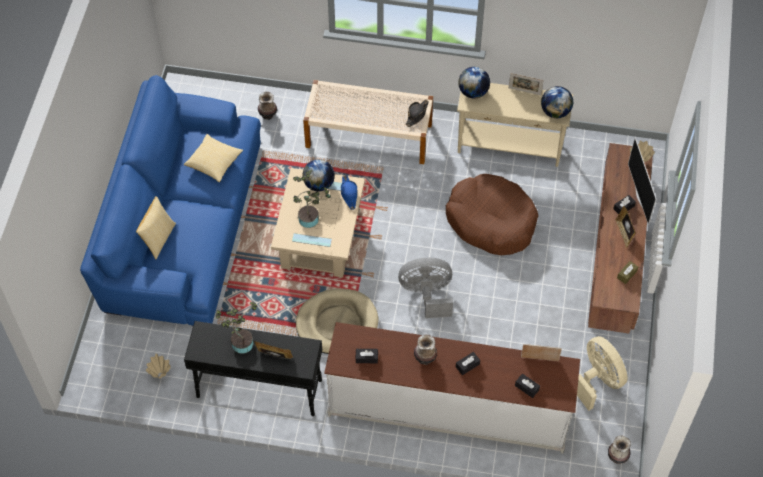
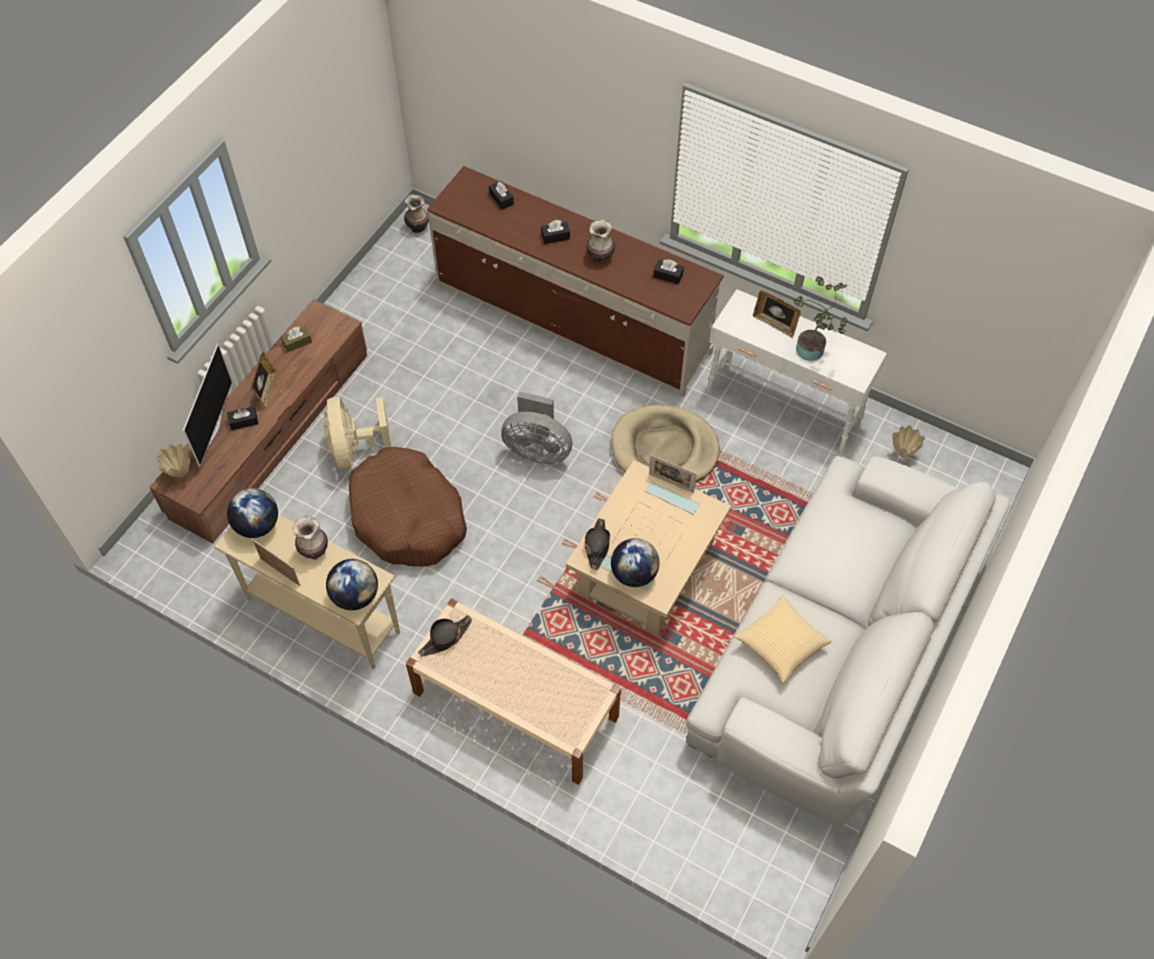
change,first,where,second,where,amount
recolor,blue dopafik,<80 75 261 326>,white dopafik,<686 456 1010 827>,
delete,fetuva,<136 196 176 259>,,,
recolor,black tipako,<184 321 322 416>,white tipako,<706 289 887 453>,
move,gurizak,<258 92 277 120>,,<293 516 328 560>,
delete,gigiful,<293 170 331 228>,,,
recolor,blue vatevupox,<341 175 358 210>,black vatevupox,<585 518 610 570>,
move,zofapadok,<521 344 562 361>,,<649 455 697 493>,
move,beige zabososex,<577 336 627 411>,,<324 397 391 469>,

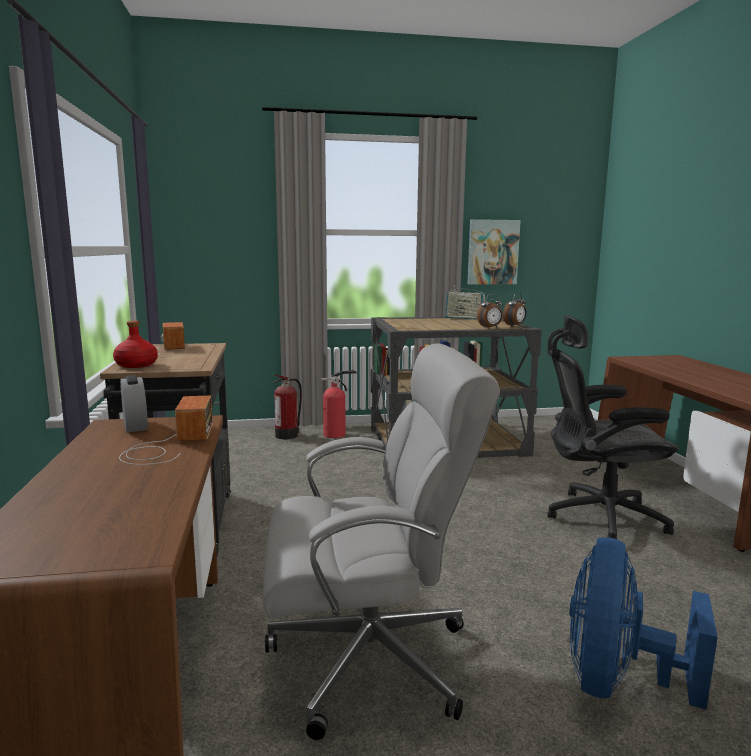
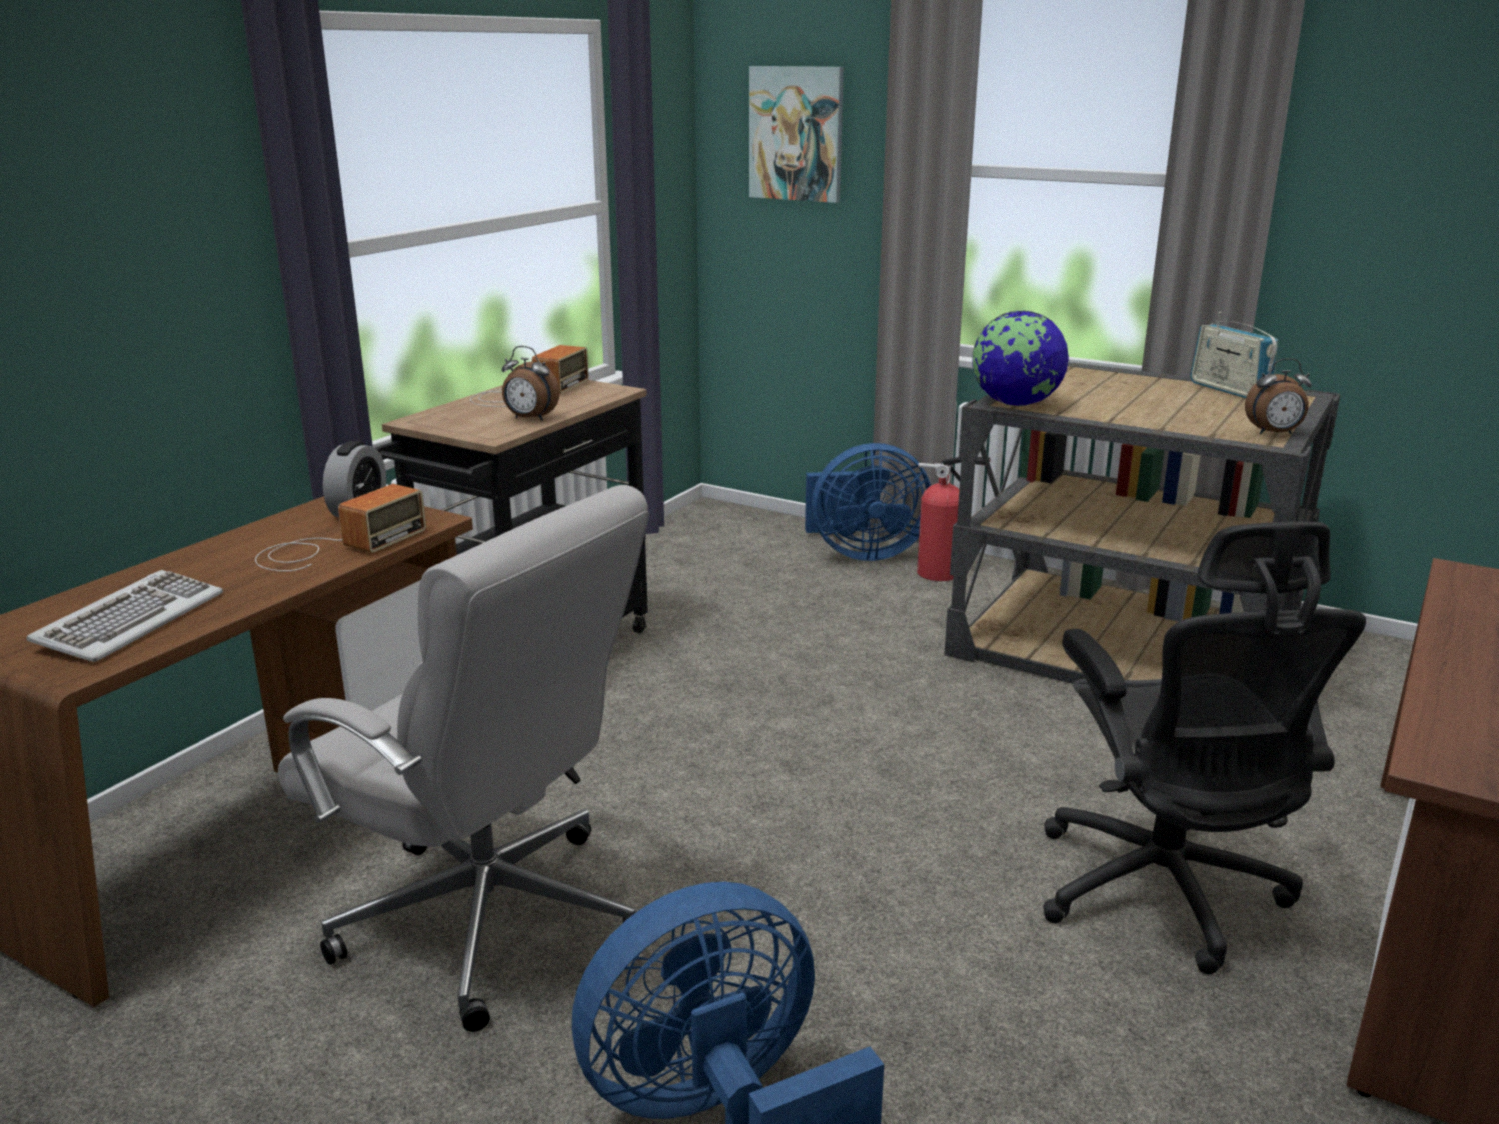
change,first,where,second,where,amount
delete,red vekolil,<113 321 158 368>,,,
replace,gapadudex,<273 375 302 439>,blue zabososex,<805 443 931 561>,
move,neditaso,<467 219 521 284>,,<749 66 844 203>,
move,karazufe,<477 294 503 328>,,<502 346 560 421>,
rotate,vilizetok,<547 315 679 539>,,<1044 522 1366 974>,135 degrees counterclockwise
insert,,,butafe,<26 570 223 662>,
insert,,,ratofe,<972 311 1069 406>,

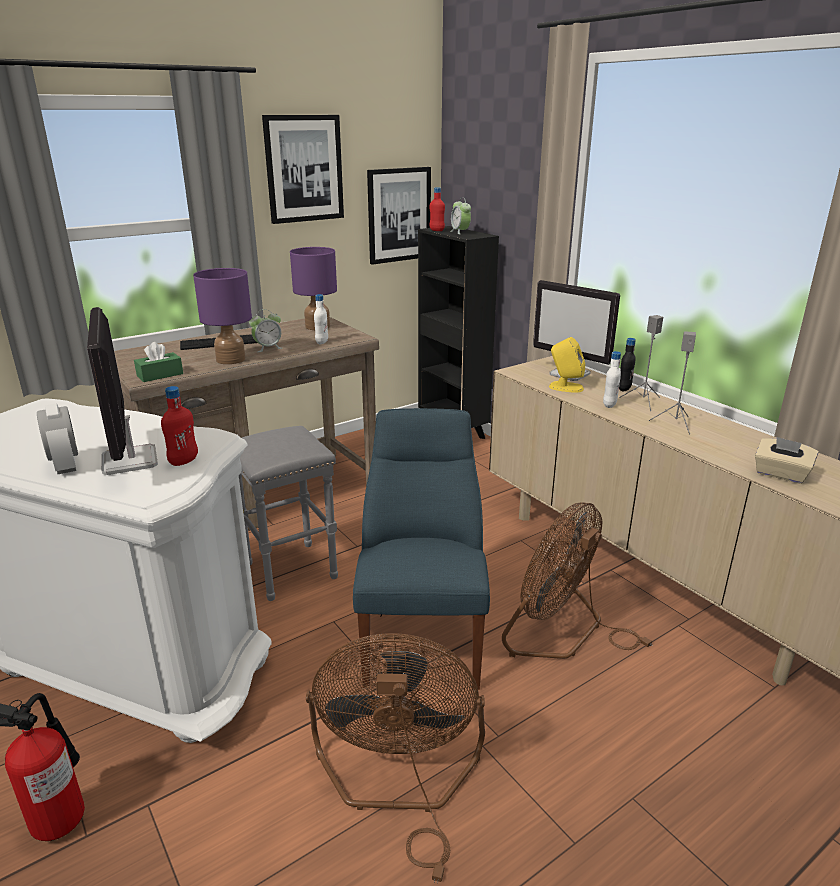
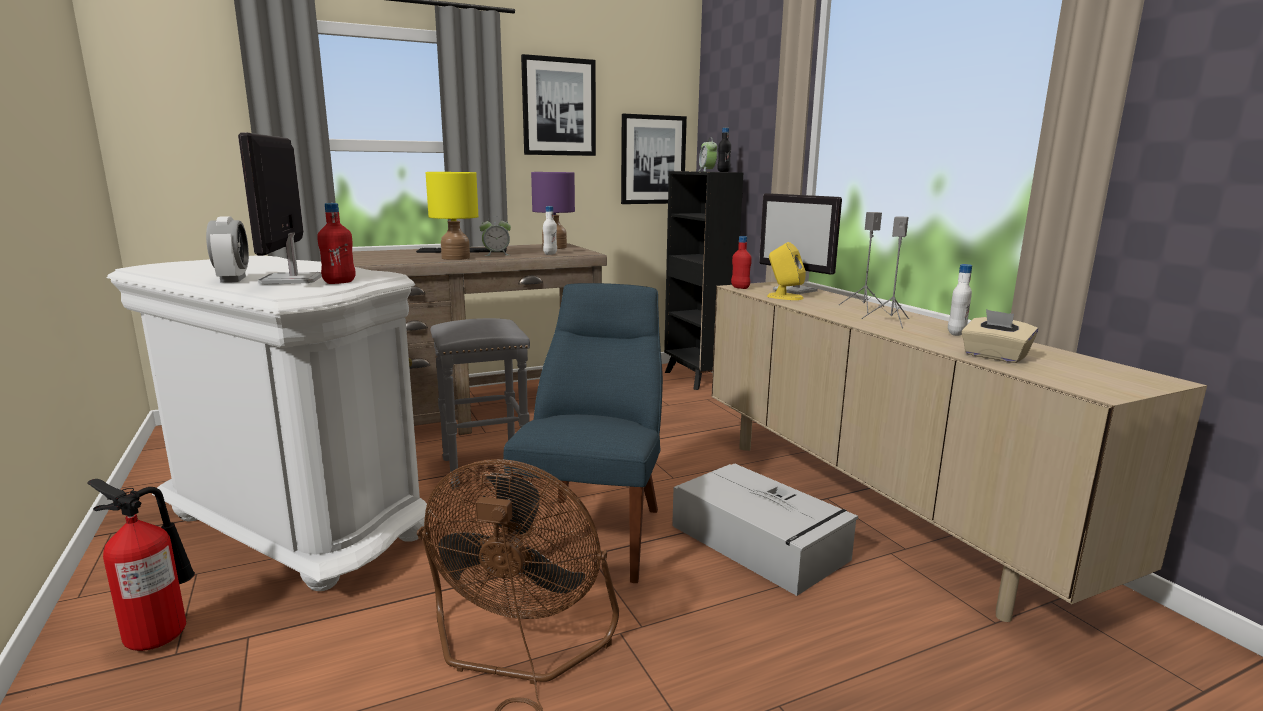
change,first,where,second,where,amount
delete,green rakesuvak,<134 342 183 382>,,,
recolor,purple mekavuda,<193 268 252 364>,yellow mekavuda,<425 172 478 260>,
move,red vekolil,<429 187 445 231>,,<731 236 752 289>,
replace,brown zabososex,<502 503 653 659>,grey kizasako,<672 463 858 596>,
move,white vekolil,<603 351 621 408>,,<948 264 972 336>,
move,black vekolil,<619 338 636 391>,,<717 128 731 172>,

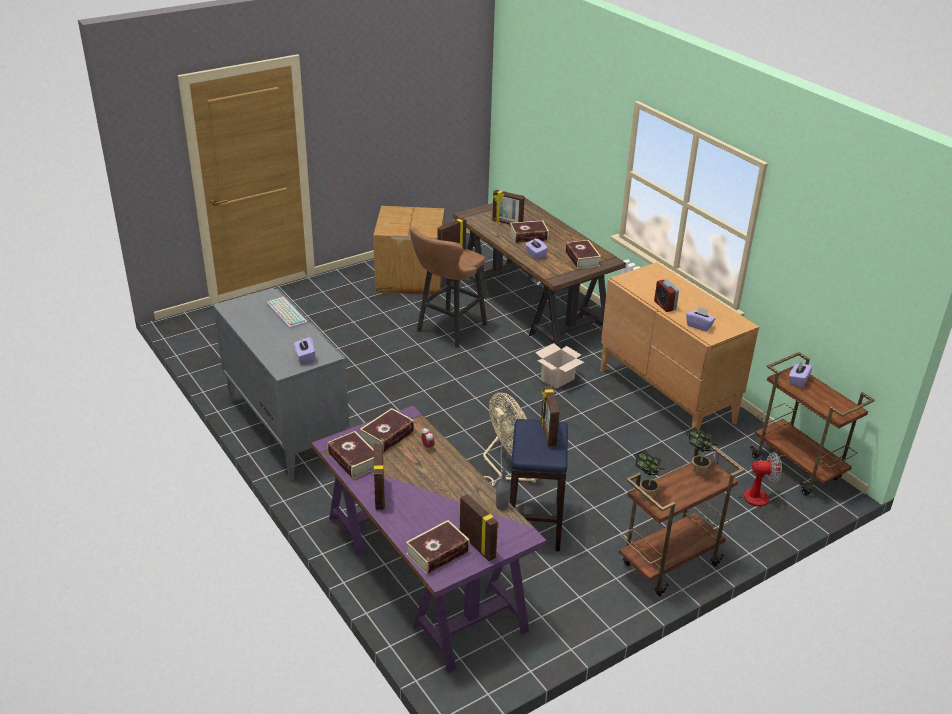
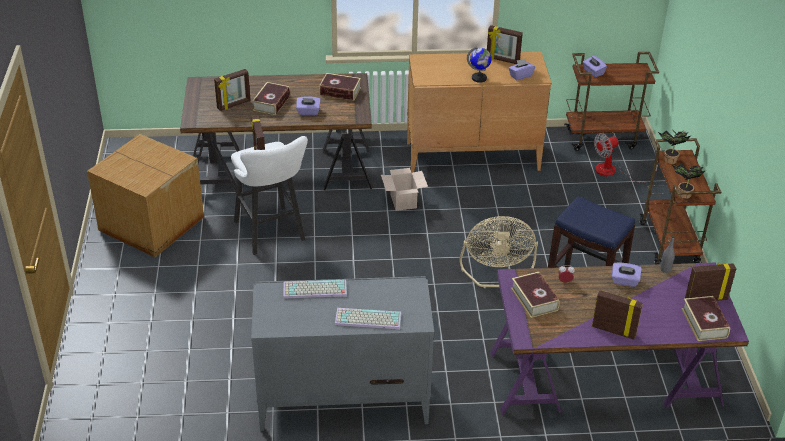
change,first,where,second,where,amount
move,purple rakesuvak,<294 337 315 364>,,<612 262 642 287>,
delete,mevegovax,<328 431 374 479>,,,
recolor,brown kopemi,<409 228 487 348>,white kopemi,<231 136 308 255>,
move,zofapadok,<541 386 559 447>,,<487 25 523 64>,
replace,karazufe,<654 279 679 312>,ratofe,<467 46 492 83>,
rotate,zabososex,<713 451 782 507>,,<594 133 658 183>,150 degrees counterclockwise
insert,,,butafe,<335 308 401 330>,

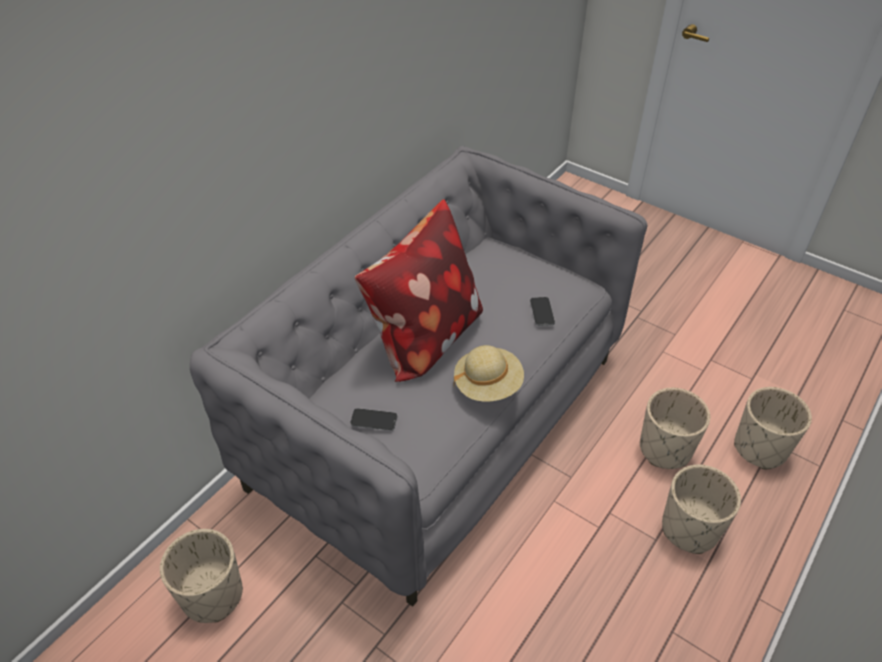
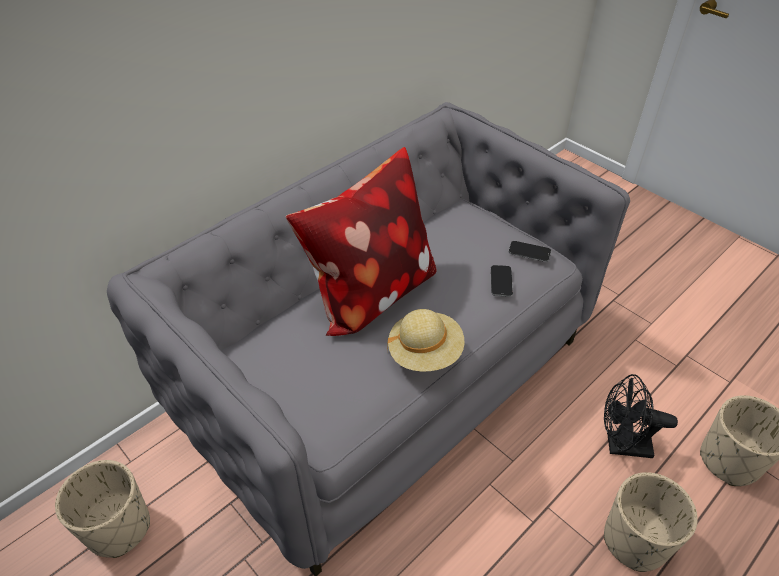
change,first,where,second,where,amount
move,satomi,<350 408 397 431>,,<509 241 551 262>,
replace,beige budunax,<640 388 710 469>,black zabososex,<604 374 678 458>,

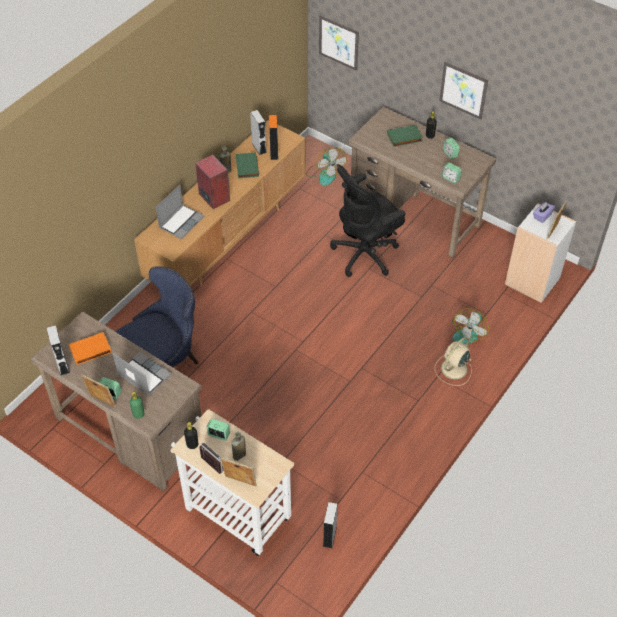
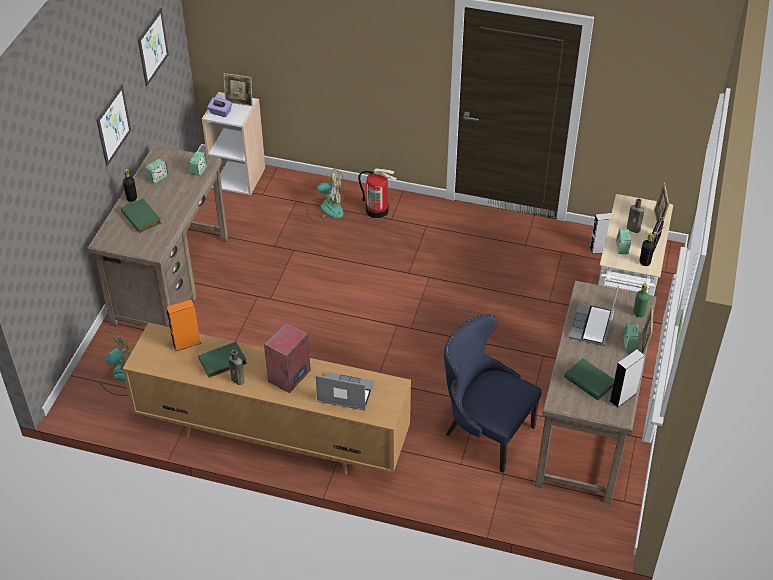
change,first,where,second,where,amount
recolor,orange mevegovax,<69 332 112 365>,green mevegovax,<564 358 614 400>,
delete,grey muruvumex,<250 110 267 155>,,,
move,neditaso,<319 15 359 71>,,<138 8 169 86>,
delete,black vilizetok,<330 164 406 277>,,,
replace,beige zabososex,<435 337 472 386>,gapadudex,<358 168 397 218>,

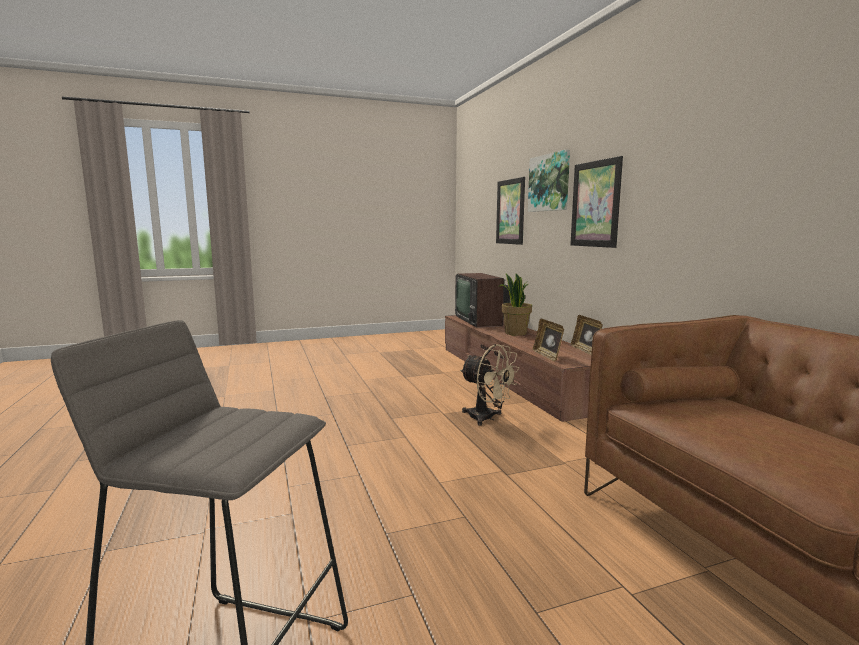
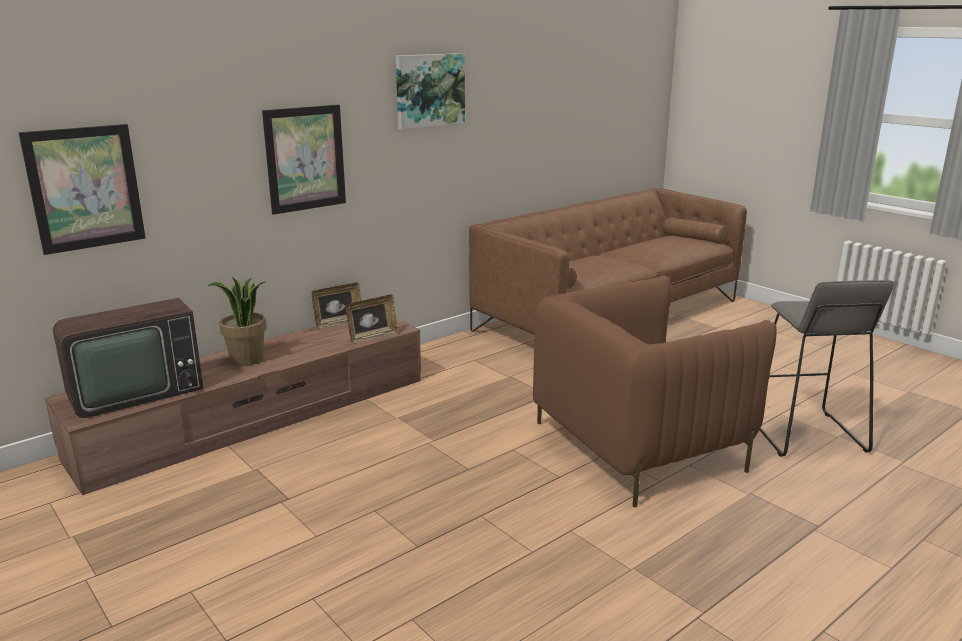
change,first,where,second,where,amount
delete,beige zabososex,<460 344 519 426>,,,
move,neditaso,<528 150 570 212>,,<396 53 465 130>,
insert,,,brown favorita,<533 276 777 507>,

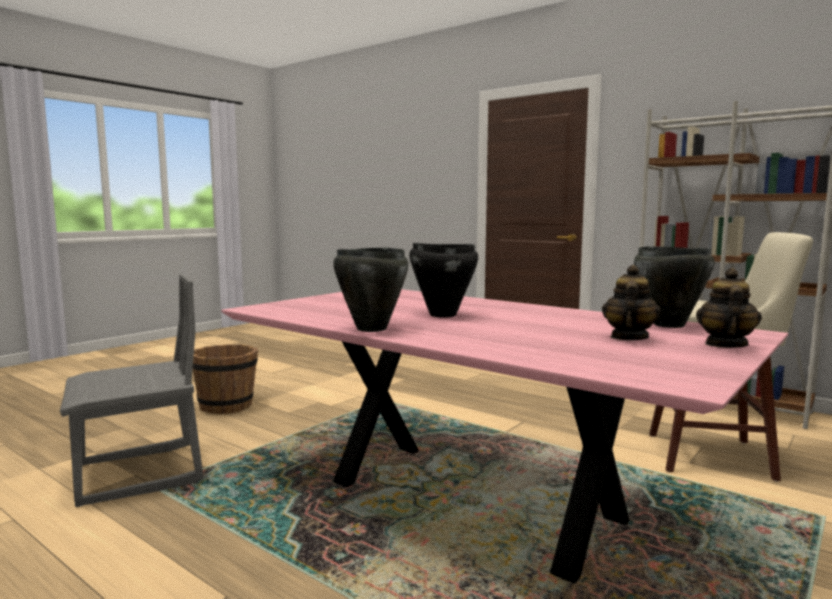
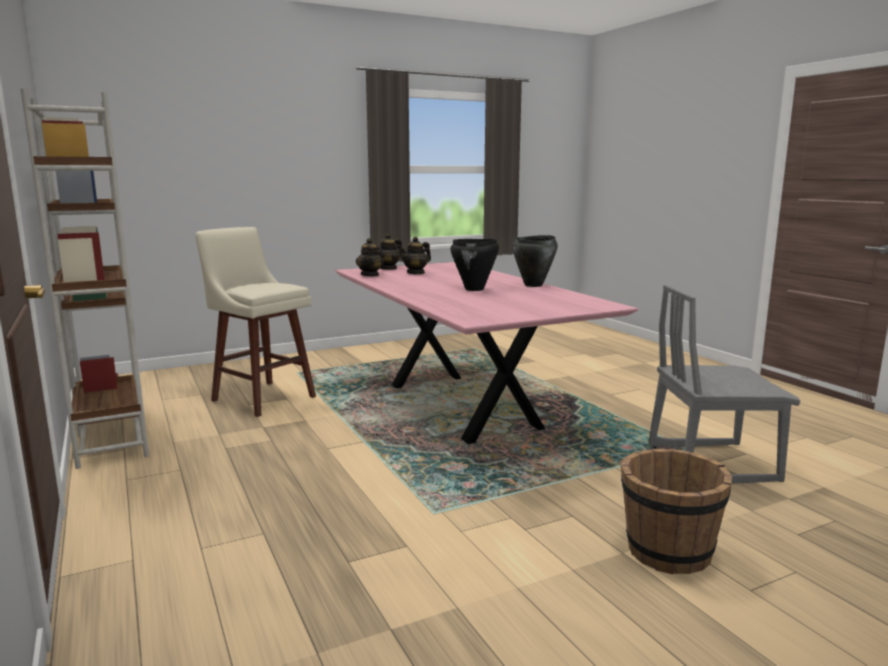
change,first,where,second,where,amount
replace,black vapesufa,<634 246 715 328>,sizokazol,<356 238 384 276>,

